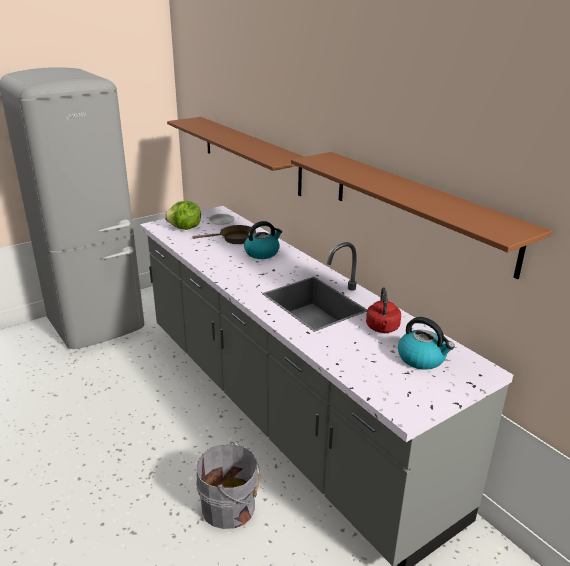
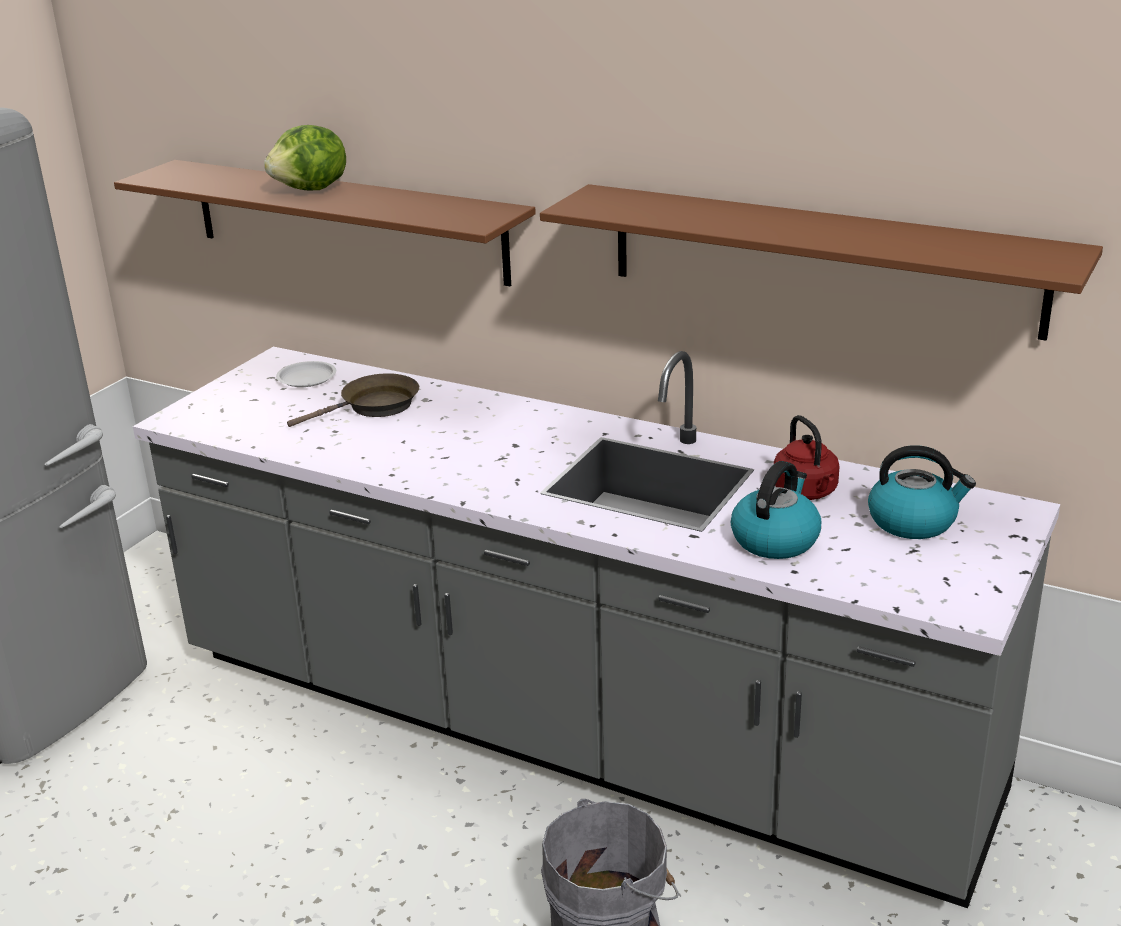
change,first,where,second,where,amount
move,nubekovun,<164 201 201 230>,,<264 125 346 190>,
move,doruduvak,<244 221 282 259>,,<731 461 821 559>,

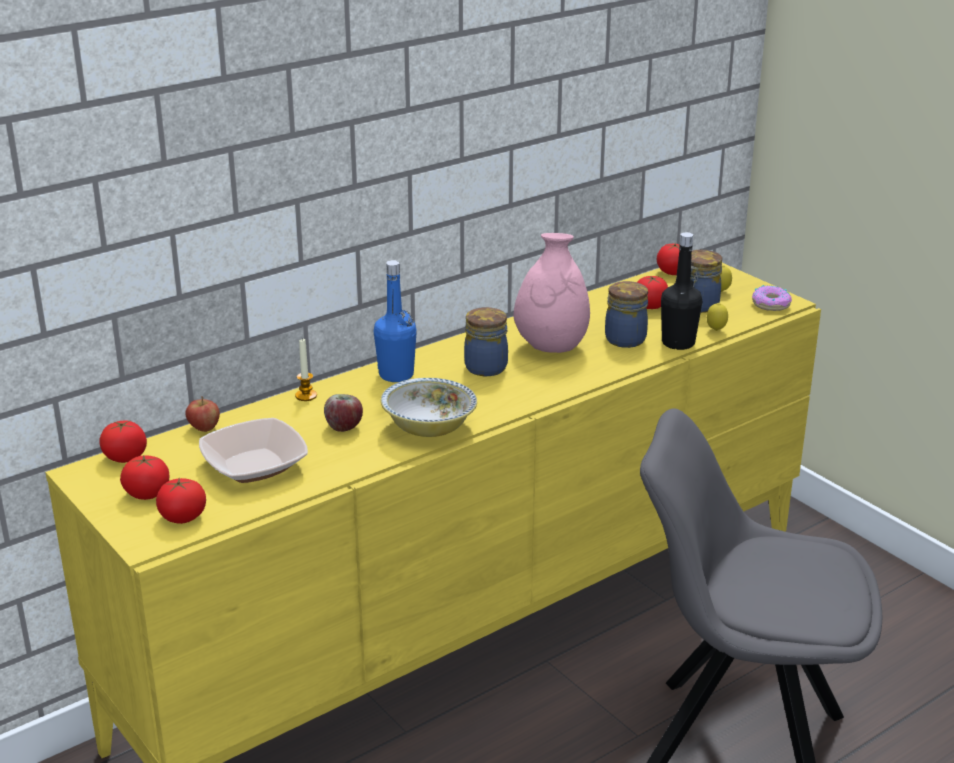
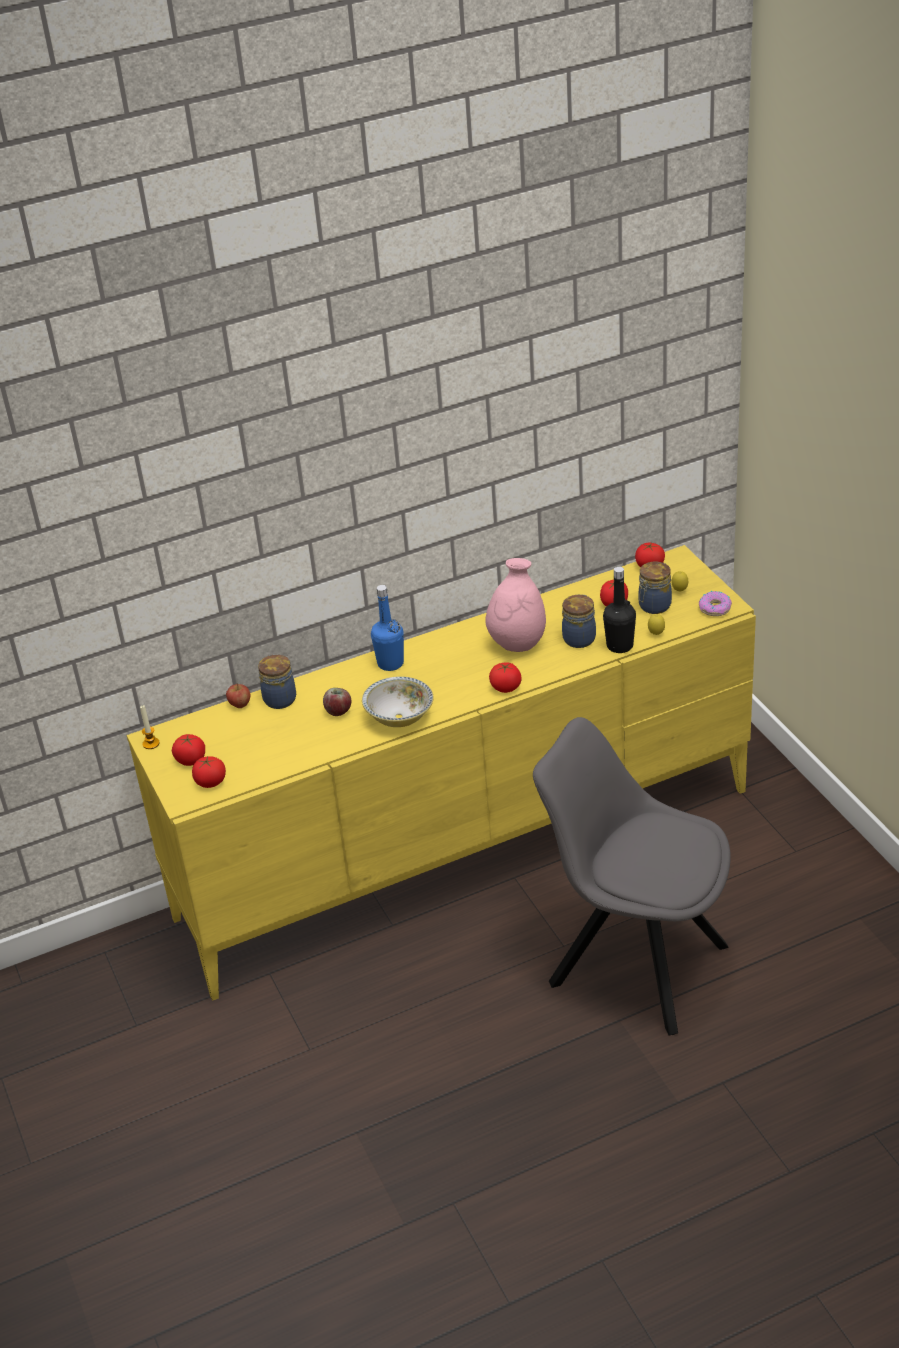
change,first,where,second,where,amount
move,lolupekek,<99 420 147 463>,,<489 662 522 693>,
delete,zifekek,<199 418 308 483>,,,
move,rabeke,<295 339 317 401>,,<140 705 160 749>,
move,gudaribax,<464 307 508 376>,,<258 654 296 709>,

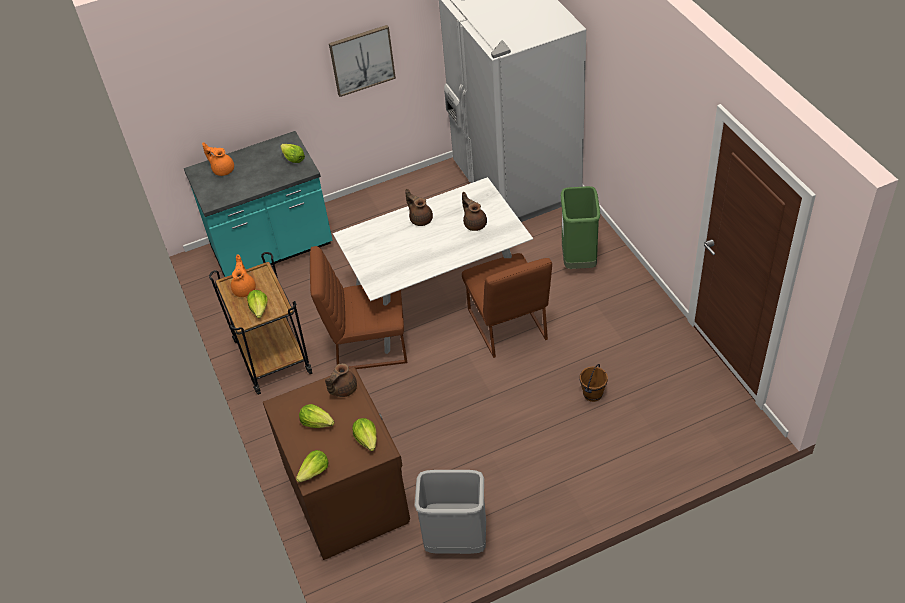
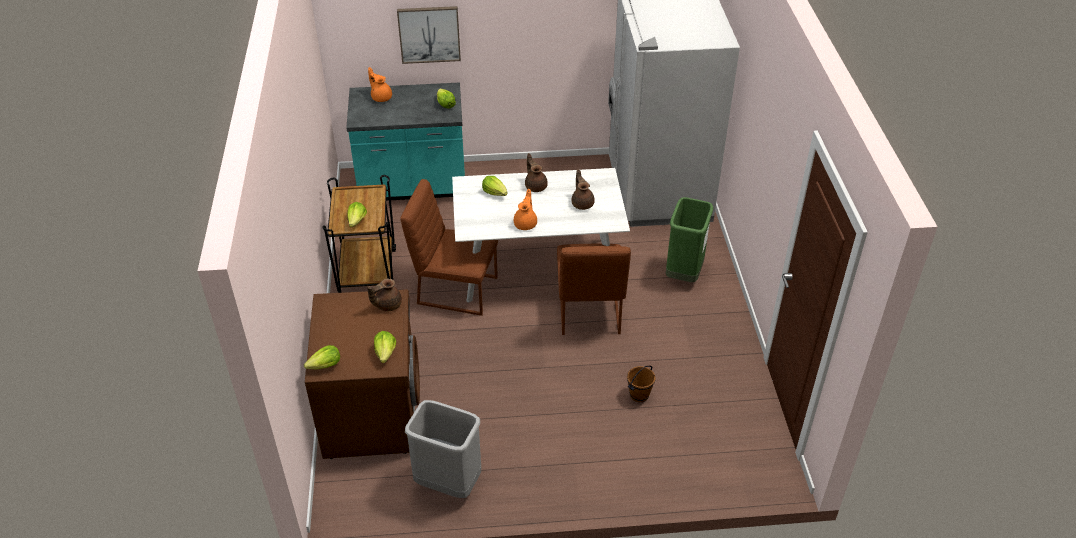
change,first,where,second,where,amount
move,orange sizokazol,<231 254 256 297>,,<514 189 537 230>,
move,nubekovun,<299 404 334 428>,,<482 176 508 196>,
move,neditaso,<329 25 396 97>,,<397 6 461 64>,

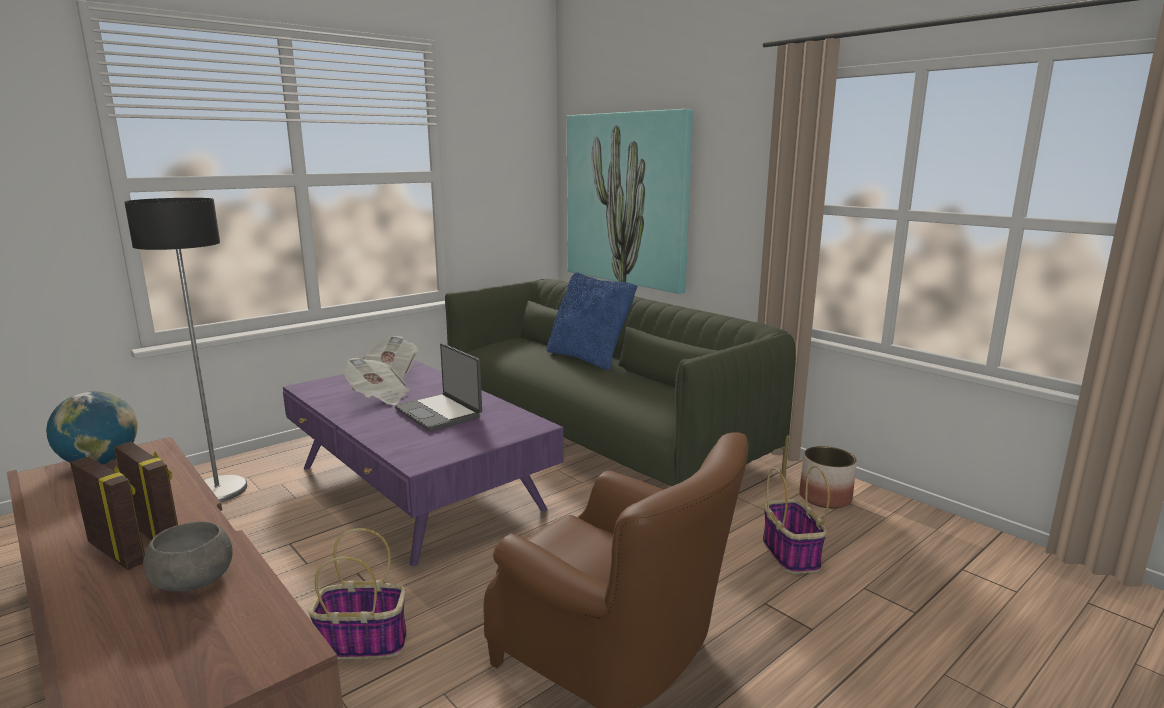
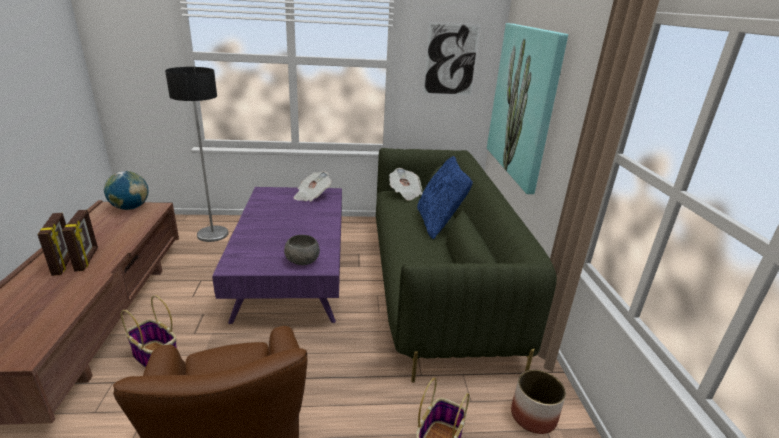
change,first,where,second,where,amount
move,grey zifekek,<143 522 233 592>,,<284 235 320 265>,
move,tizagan,<342 358 410 405>,,<389 168 423 201>,
delete,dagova,<395 343 482 431>,,,
insert,,,neditaso,<423 21 481 96>,

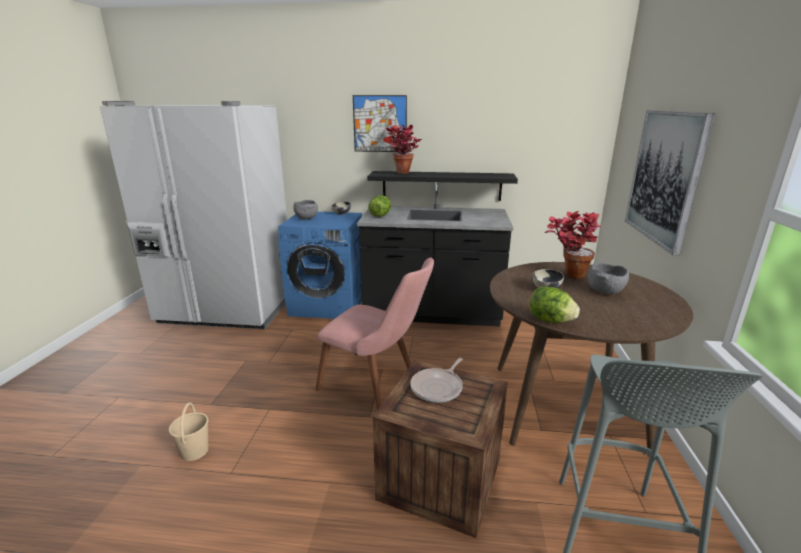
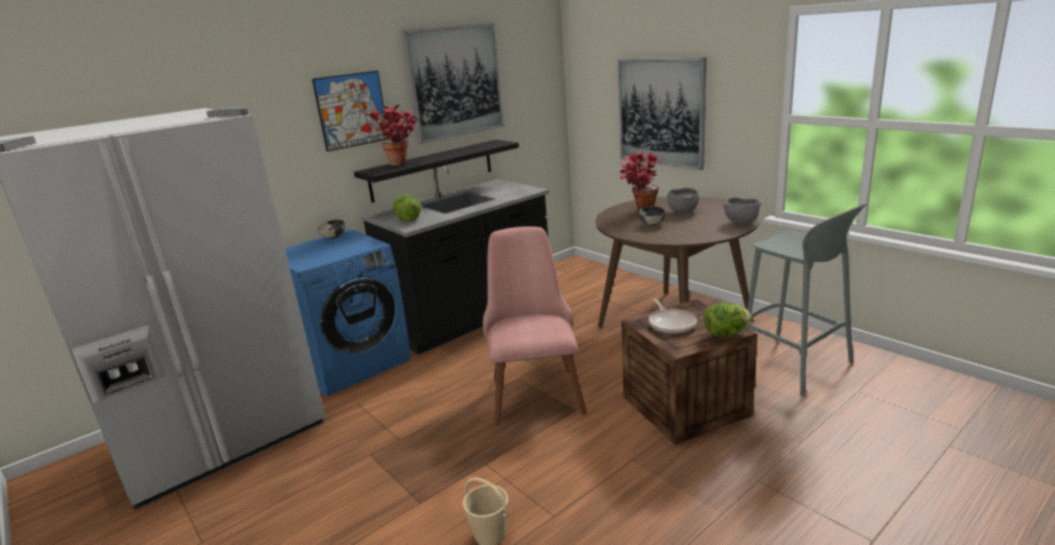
change,first,where,second,where,amount
move,grey zifekek,<293 200 318 219>,,<723 197 761 224>,
rotate,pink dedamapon,<316 258 434 410>,,<483 226 587 426>,75 degrees counterclockwise
move,nubekovun,<530 286 580 323>,,<704 302 752 337>,
insert,,,neditaso,<402 23 504 144>,

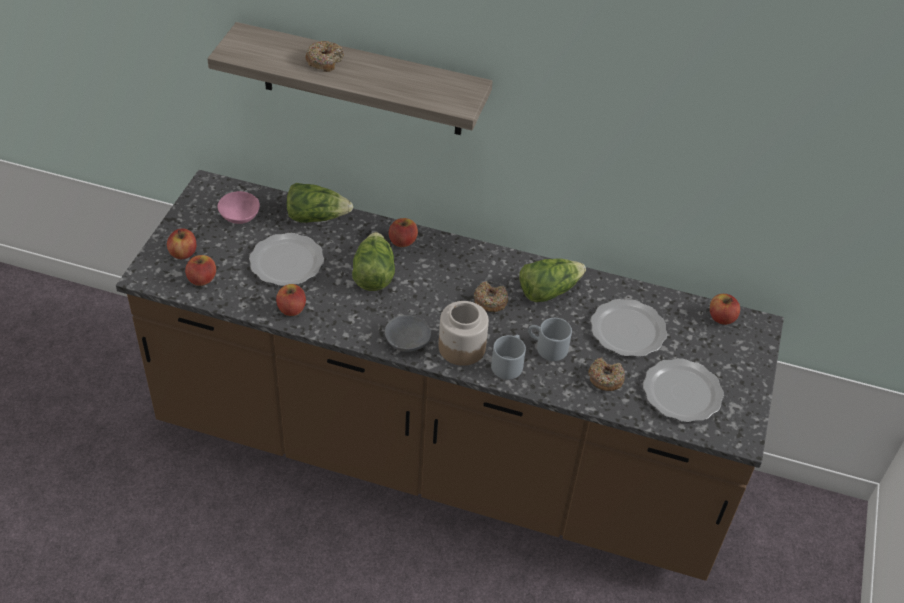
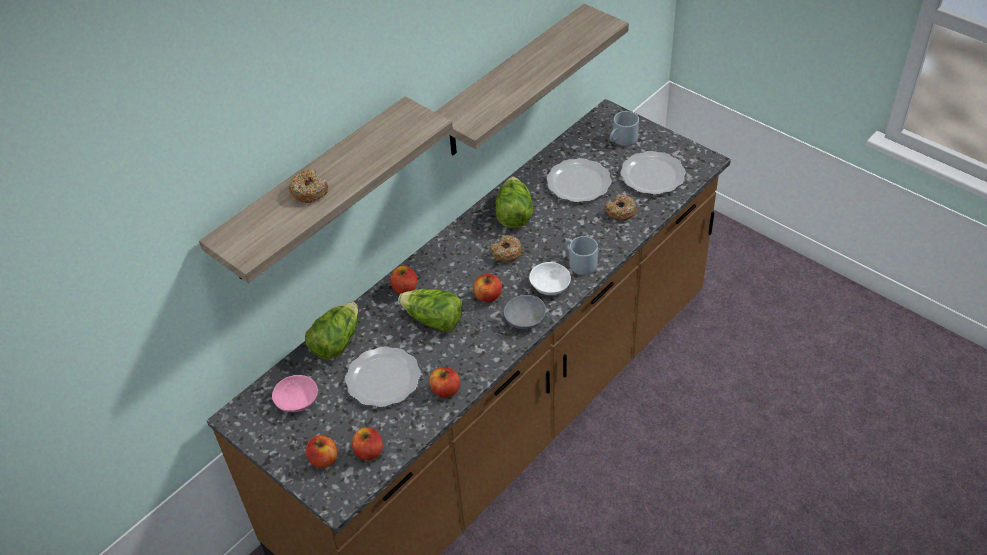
change,first,where,second,where,amount
replace,gudaribax,<439 301 489 366>,white zifekek,<529 262 571 295>,
move,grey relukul,<528 318 572 361>,,<610 111 639 146>,
move,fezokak,<710 294 740 325>,,<473 274 502 302>,
insert,,,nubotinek,<435 4 629 155>,

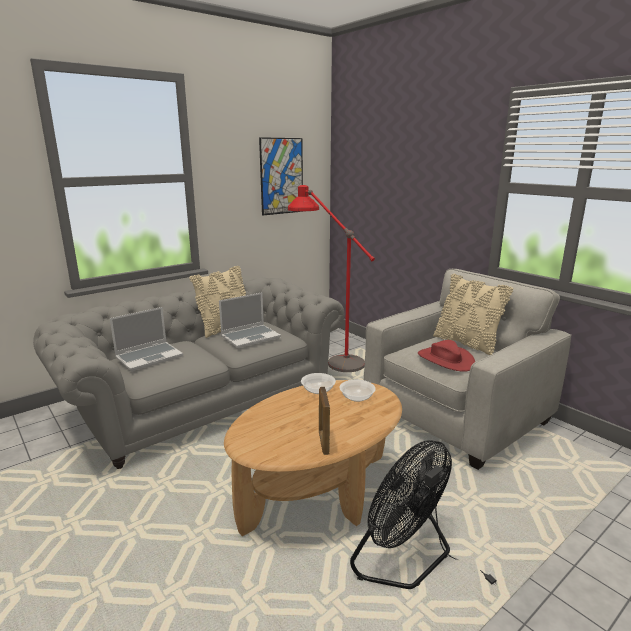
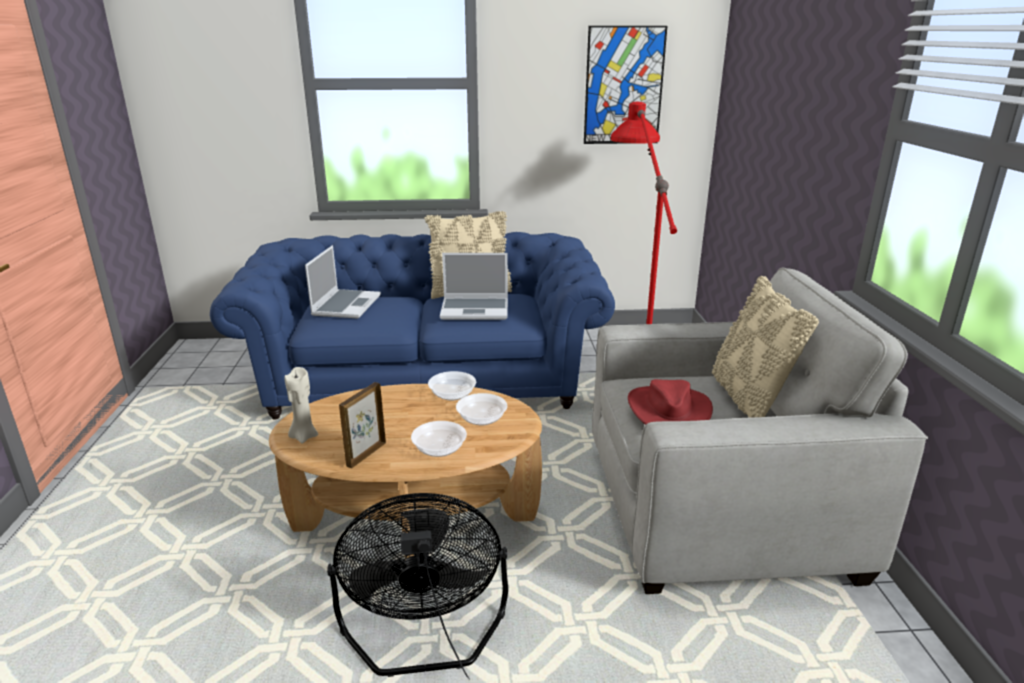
change,first,where,second,where,amount
recolor,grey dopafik,<33 277 344 469>,blue dopafik,<210 232 615 420>,
rotate,dagova,<110 307 183 371>,,<305 245 381 319>,75 degrees counterclockwise
insert,,,beige rabeke,<284 367 318 444>,
insert,,,zifekek,<411 421 467 457>,

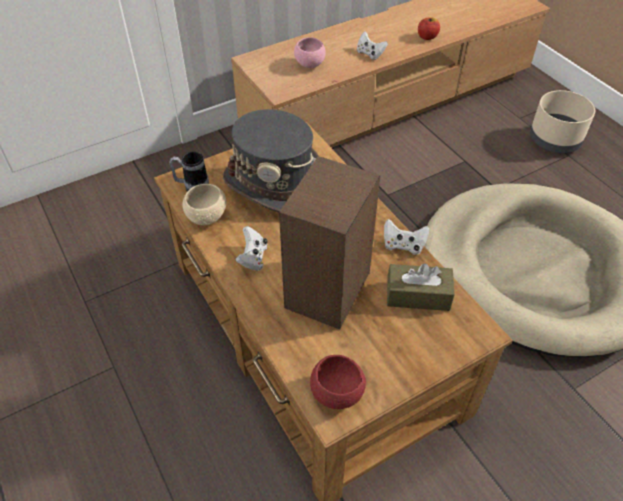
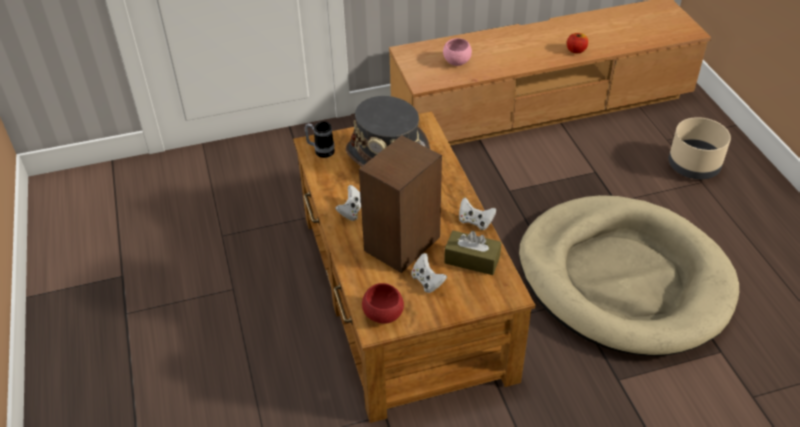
change,first,where,second,where,amount
delete,beige zifekek,<183 184 227 225>,,,
move,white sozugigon,<357 32 388 60>,,<411 253 447 293>,

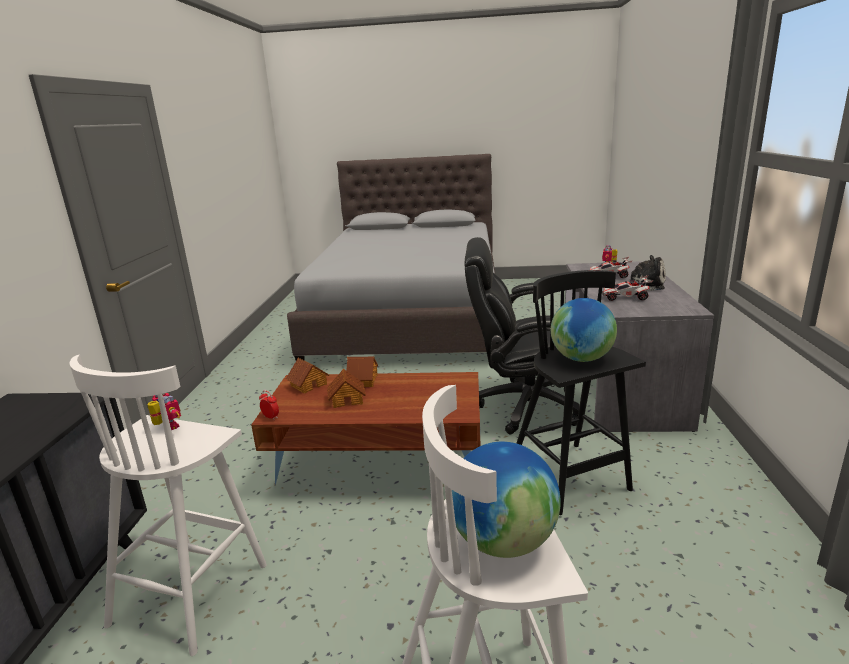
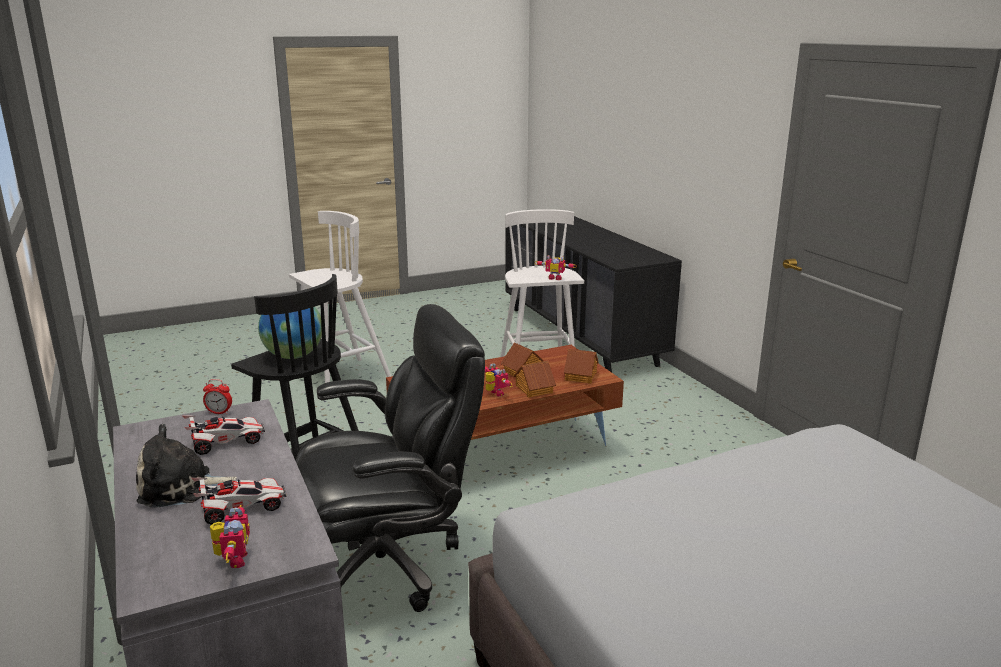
change,first,where,second,where,amount
move,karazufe,<259 390 279 420>,,<203 379 232 414>,
delete,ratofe,<452 442 561 558>,,,
insert,,,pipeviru,<485 363 513 397>,

